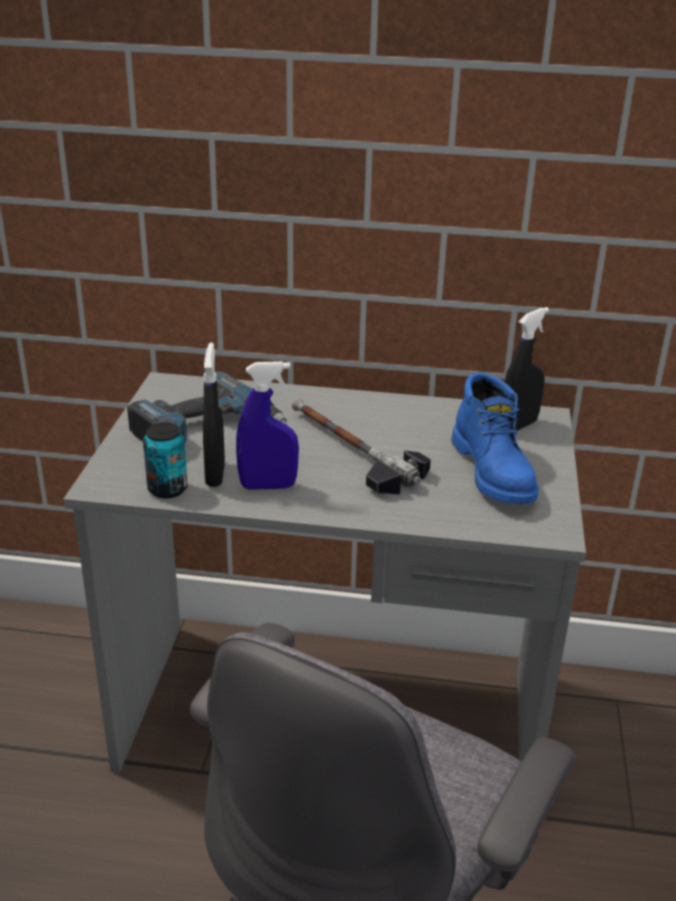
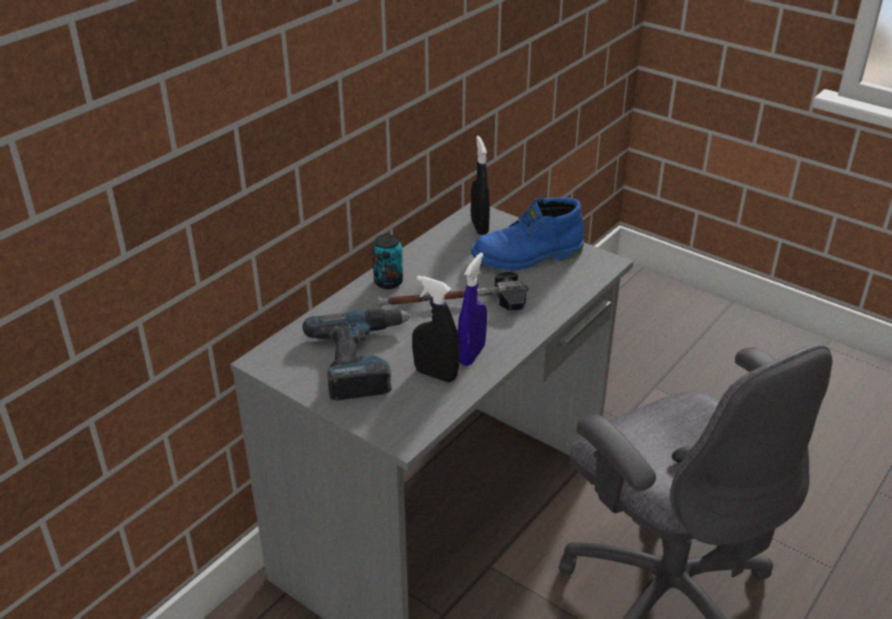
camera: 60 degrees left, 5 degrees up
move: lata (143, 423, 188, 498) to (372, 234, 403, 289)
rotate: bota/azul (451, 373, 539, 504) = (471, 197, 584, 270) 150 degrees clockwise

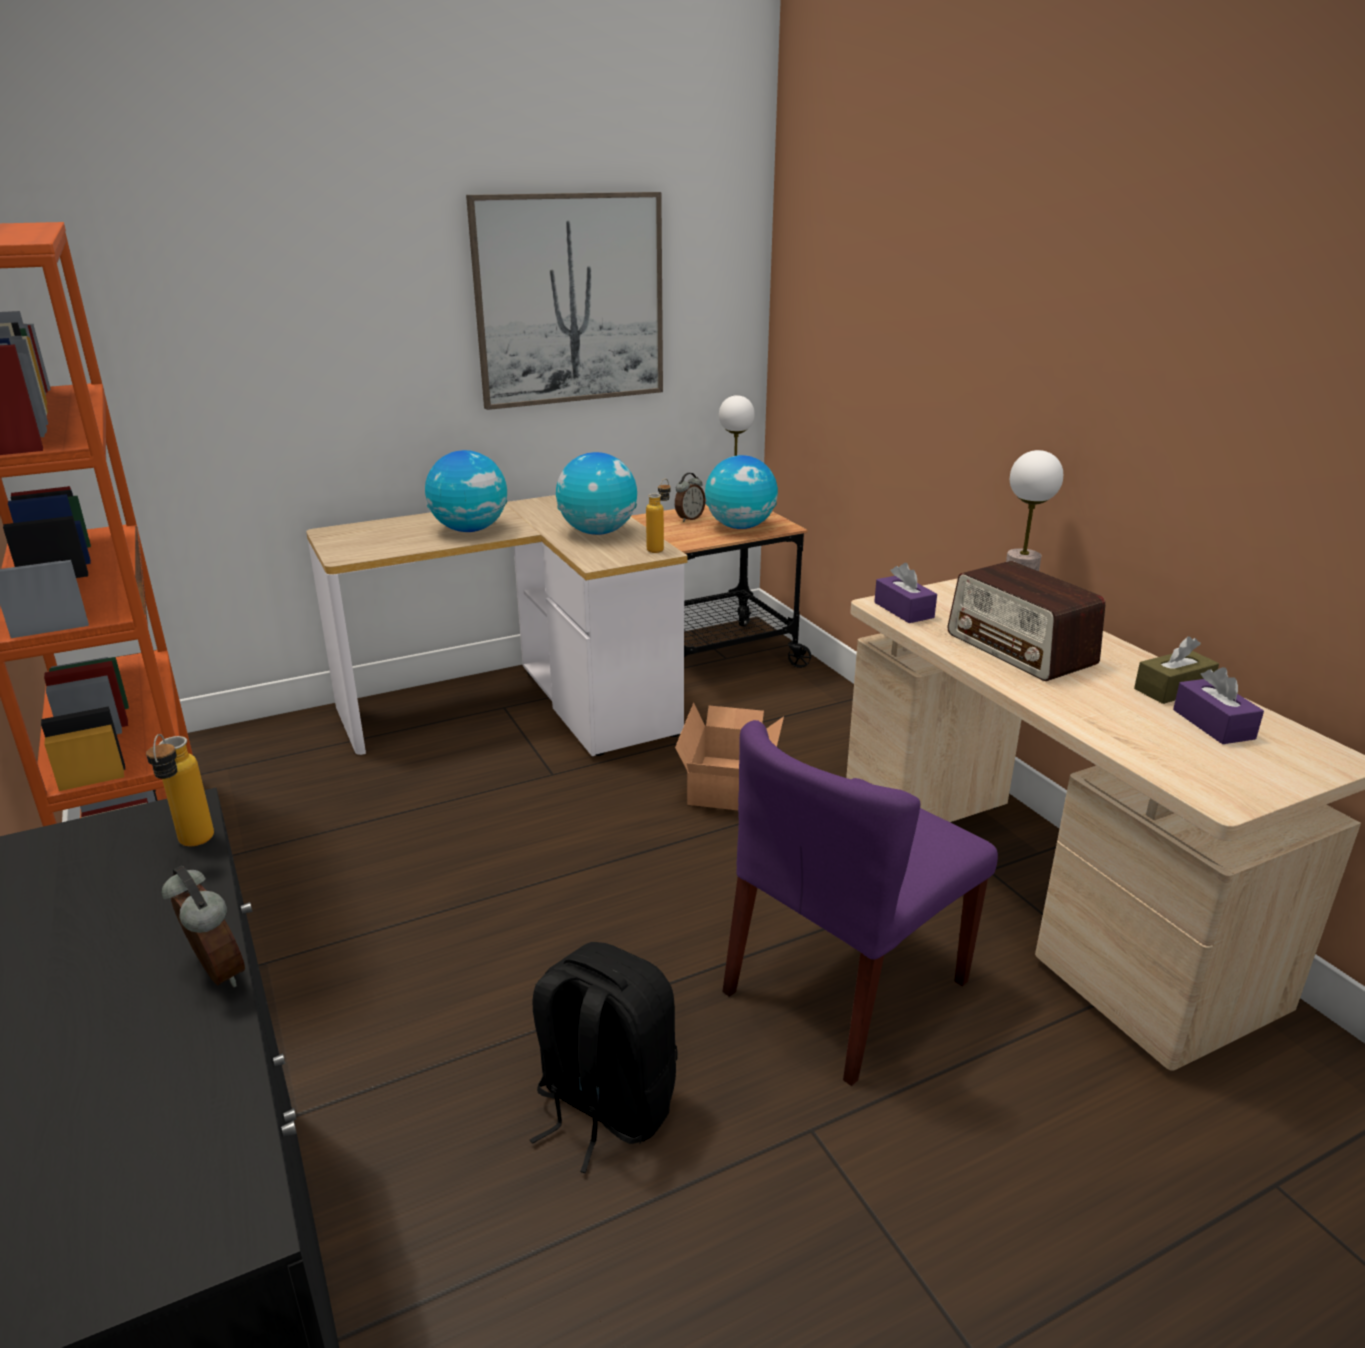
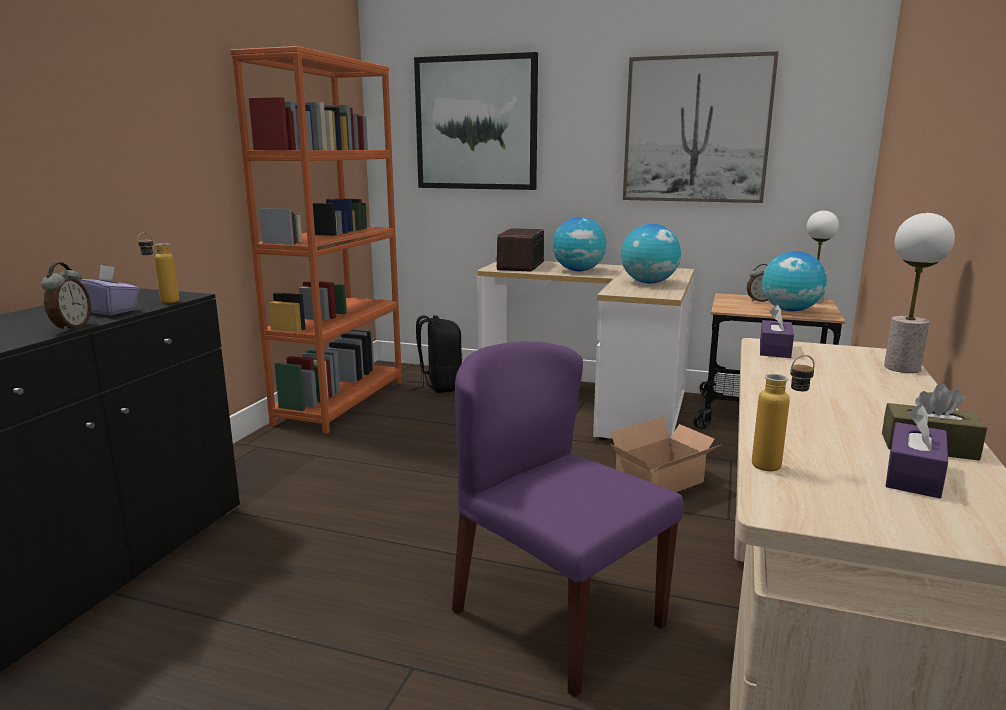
camera: 45 degrees right, 10 degrees down
insert: caja de pañuelos/morado (80, 265, 140, 315); cuadro (414, 52, 538, 190)
move: mochila/negro (530, 942, 678, 1173) to (409, 315, 462, 393); radio (947, 561, 1105, 681) to (496, 228, 544, 272); botella (646, 479, 671, 553) to (752, 355, 815, 471)
rotate: silla/morado (722, 720, 998, 1086) = (452, 341, 683, 698) 45 degrees clockwise

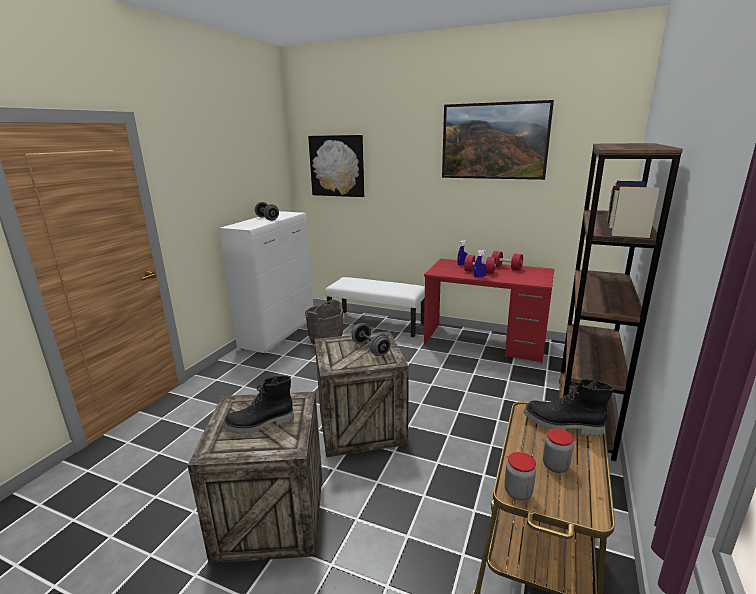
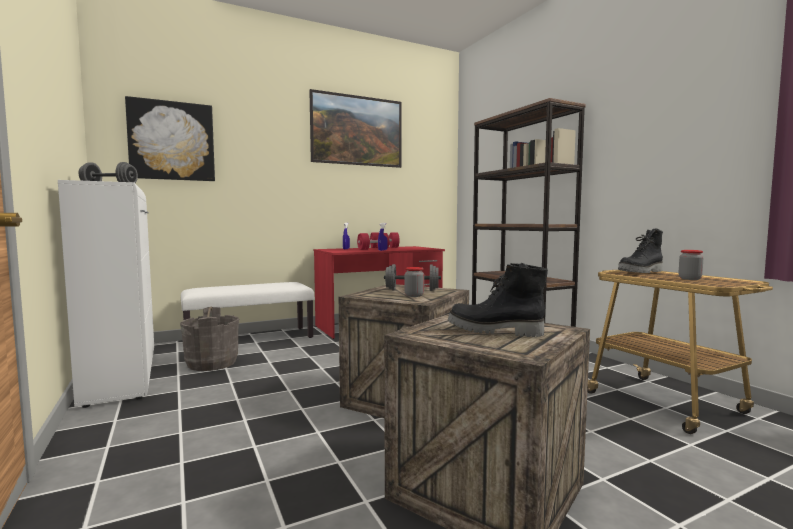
camera: 50 degrees left, 15 degrees down
move: tarro (504, 452, 536, 500) to (405, 267, 424, 297)
rotate: bota/negro (224, 376, 294, 434) = (448, 263, 548, 337) 90 degrees clockwise

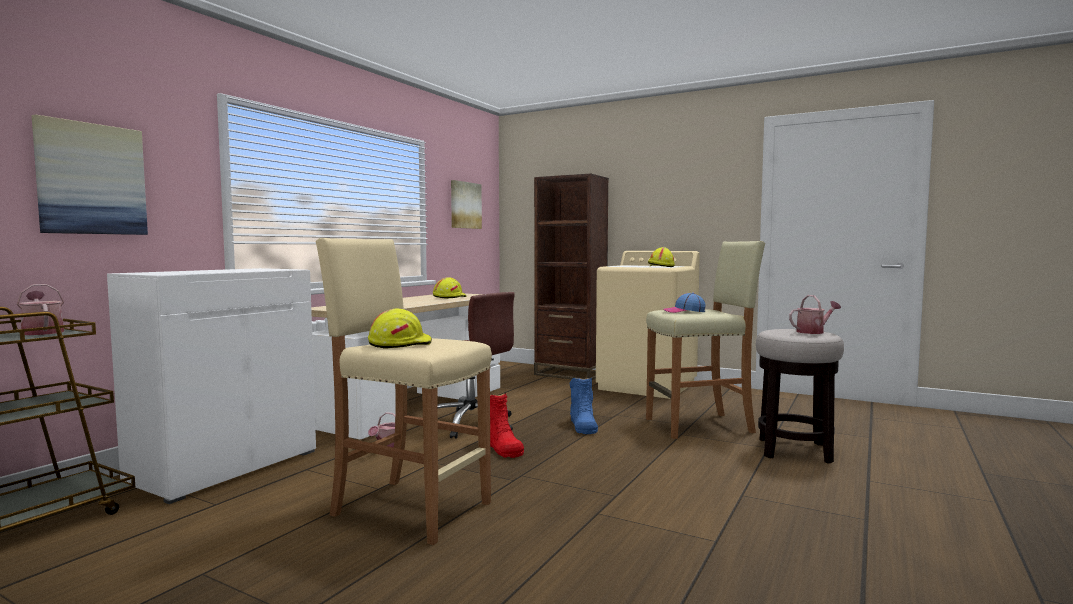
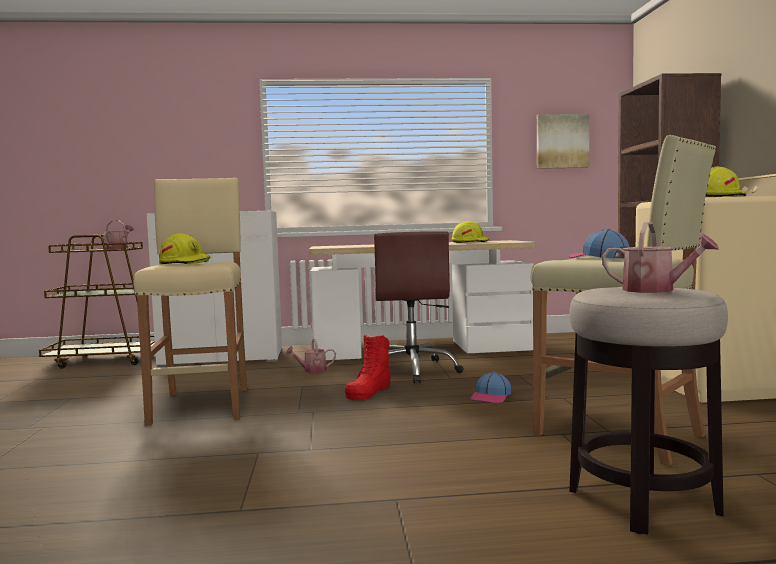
camera: 55 degrees right, 0 degrees up
delete: cuadro (31, 114, 148, 235)
replace: bota/azul (570, 378, 598, 434) to gorra (470, 372, 511, 403)

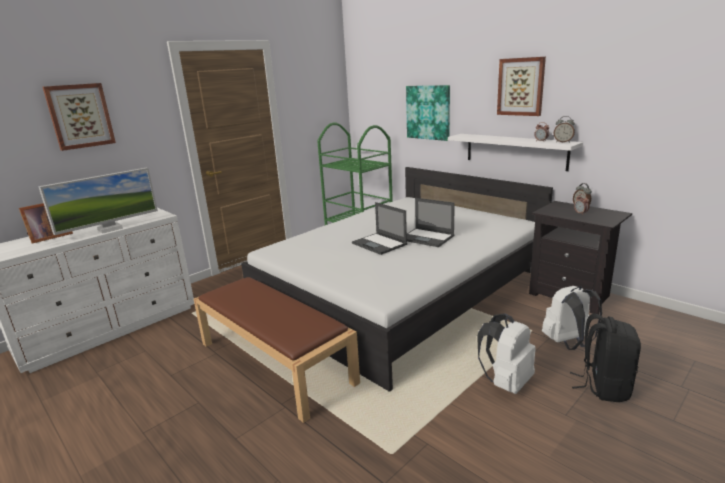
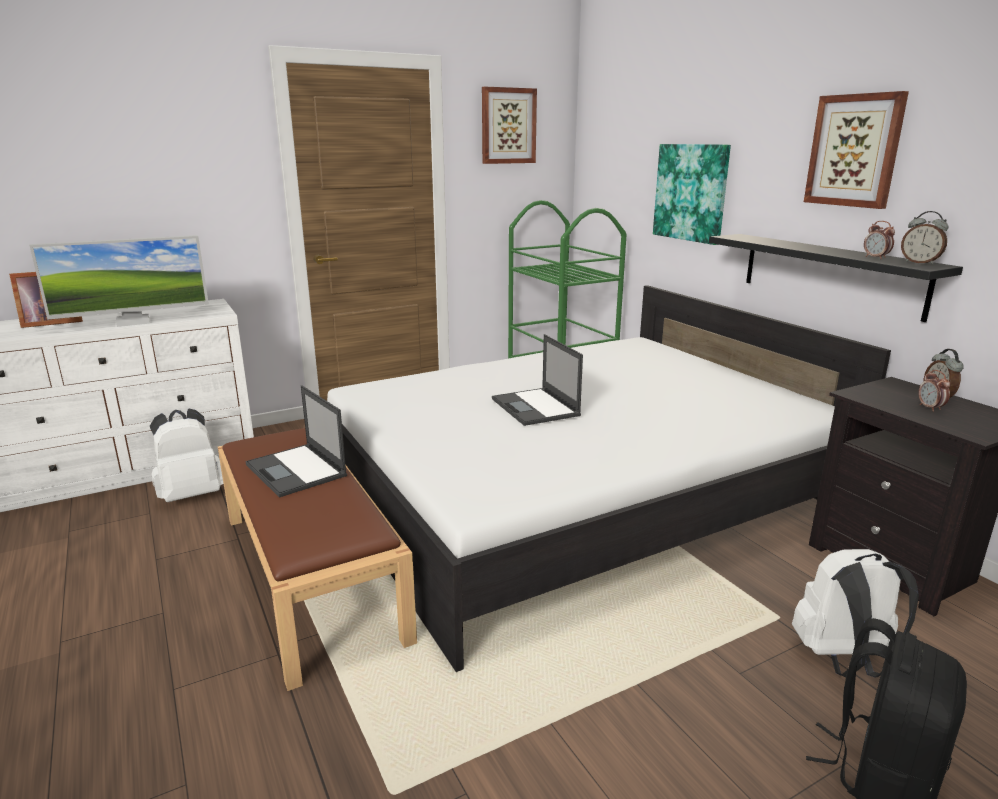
camera: 15 degrees right, 0 degrees up
move: mochila/blanco (477, 313, 536, 394) to (150, 408, 223, 502); portátil (407, 198, 455, 247) to (245, 385, 347, 498); cuadro (43, 83, 116, 151) to (482, 87, 537, 164)
recolor: estante/blanco (448, 134, 583, 171) to estante/negro (709, 234, 963, 322)

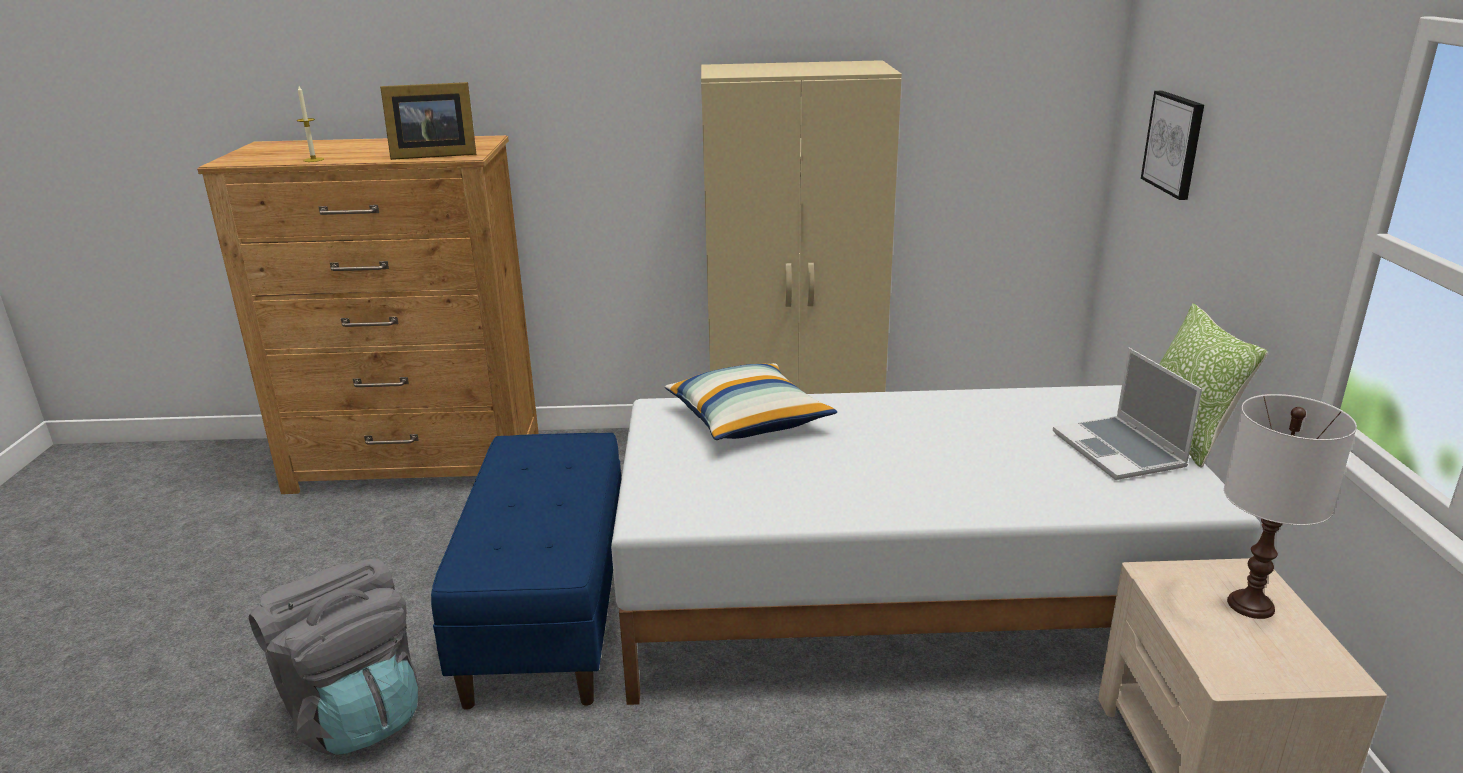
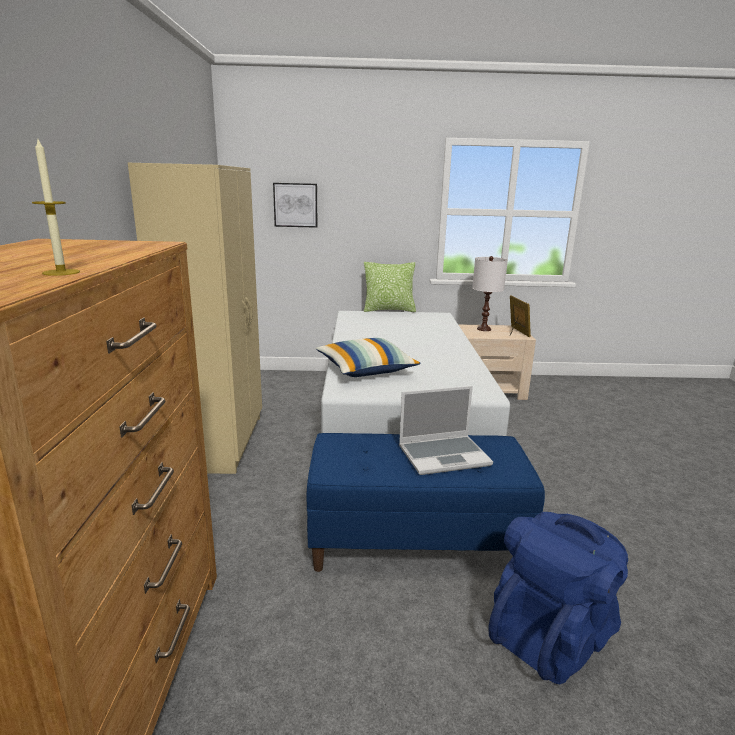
camera: 90 degrees left, 5 degrees down
move: portátil (1053, 348, 1202, 480) to (399, 386, 493, 475); portarretratos (380, 82, 477, 160) to (510, 296, 531, 337)
recolor: mochila/gris (249, 559, 418, 755) to mochila/azul (488, 512, 628, 684)

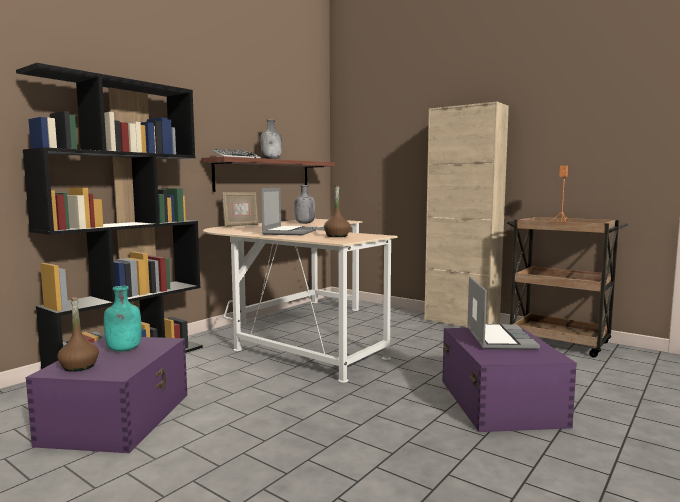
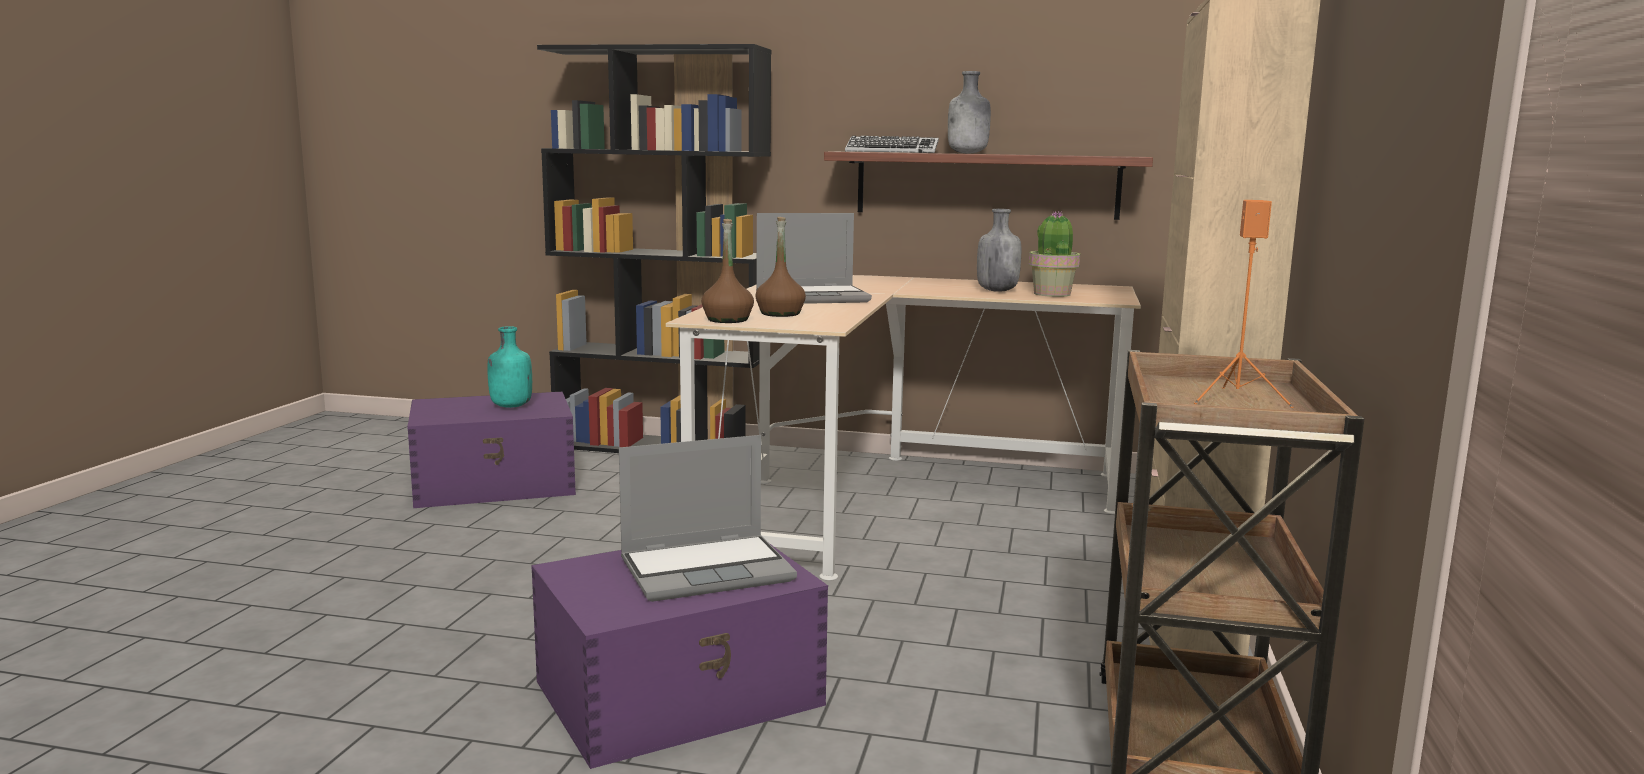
camera: 65 degrees right, 5 degrees up
delete: portarretratos (222, 192, 258, 227)
insert: planta en maceta (1029, 211, 1080, 297)
move: botella/marrón (57, 298, 99, 372) to (701, 219, 754, 323)

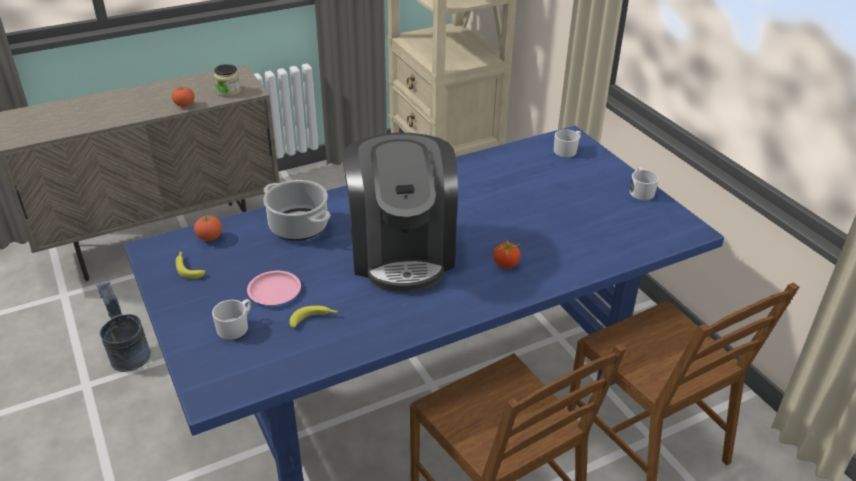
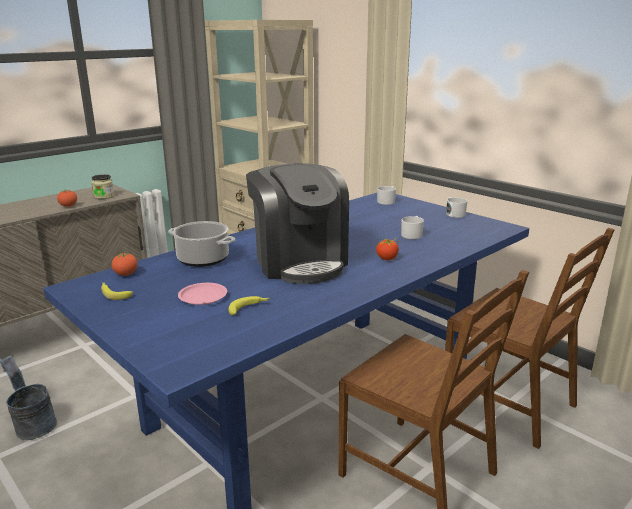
camera: 15 degrees left, 15 degrees down
move: taza grande/blanco (212, 299, 251, 340) to (401, 216, 424, 239)

